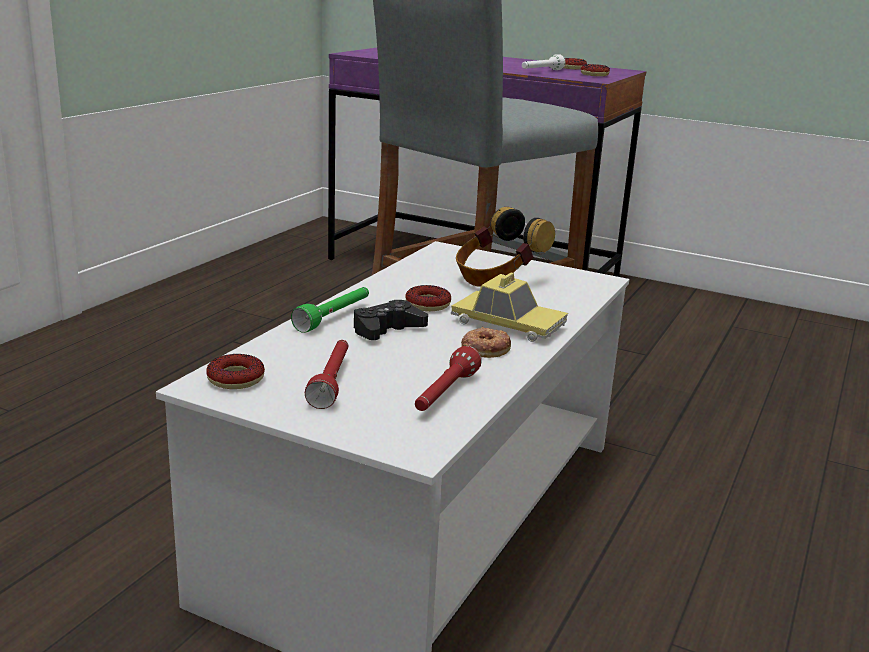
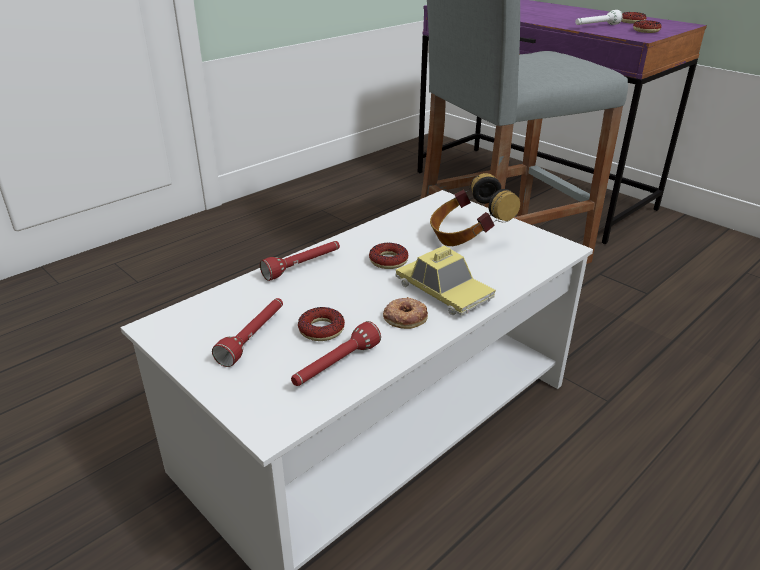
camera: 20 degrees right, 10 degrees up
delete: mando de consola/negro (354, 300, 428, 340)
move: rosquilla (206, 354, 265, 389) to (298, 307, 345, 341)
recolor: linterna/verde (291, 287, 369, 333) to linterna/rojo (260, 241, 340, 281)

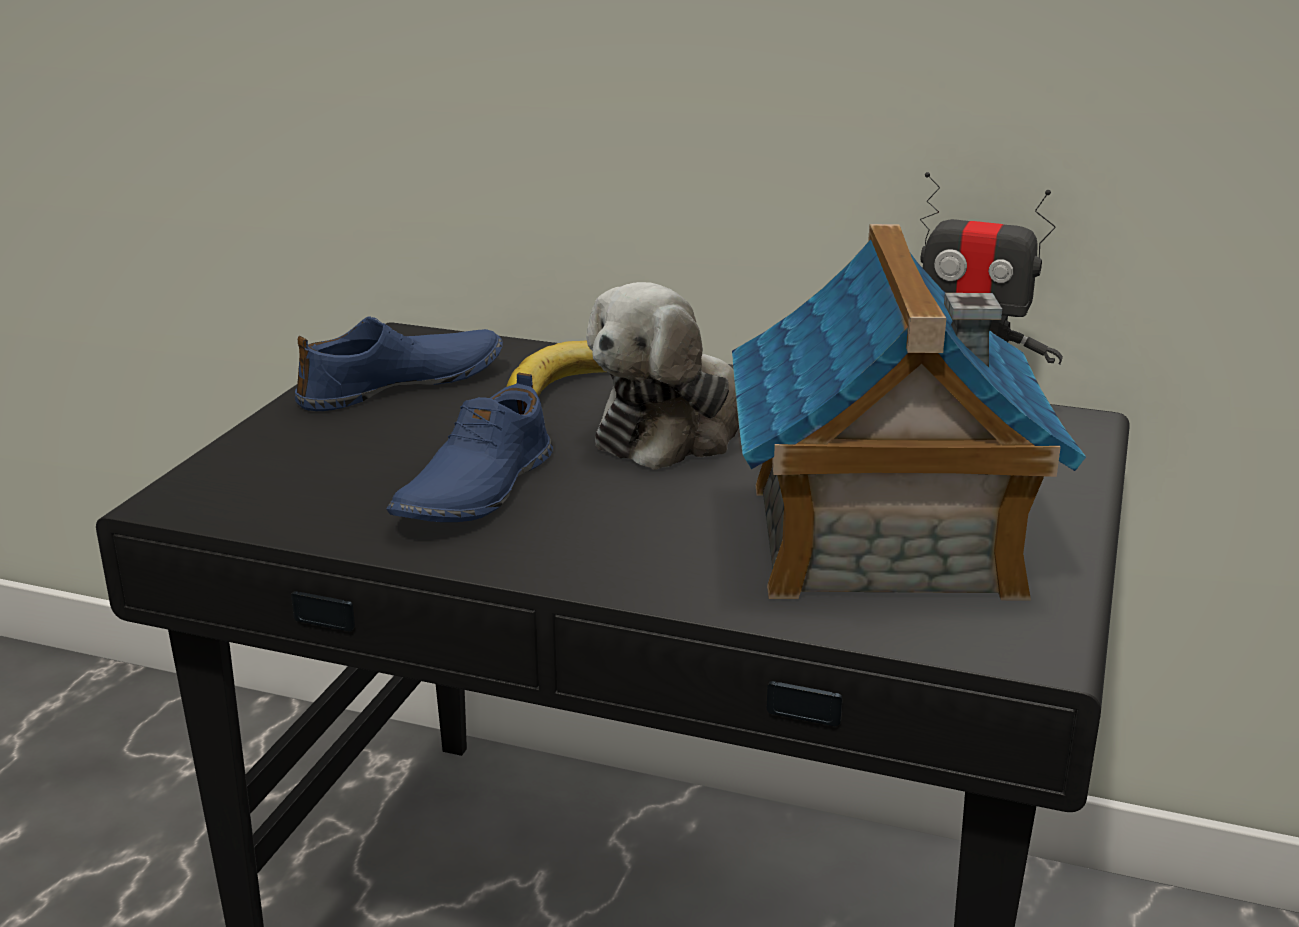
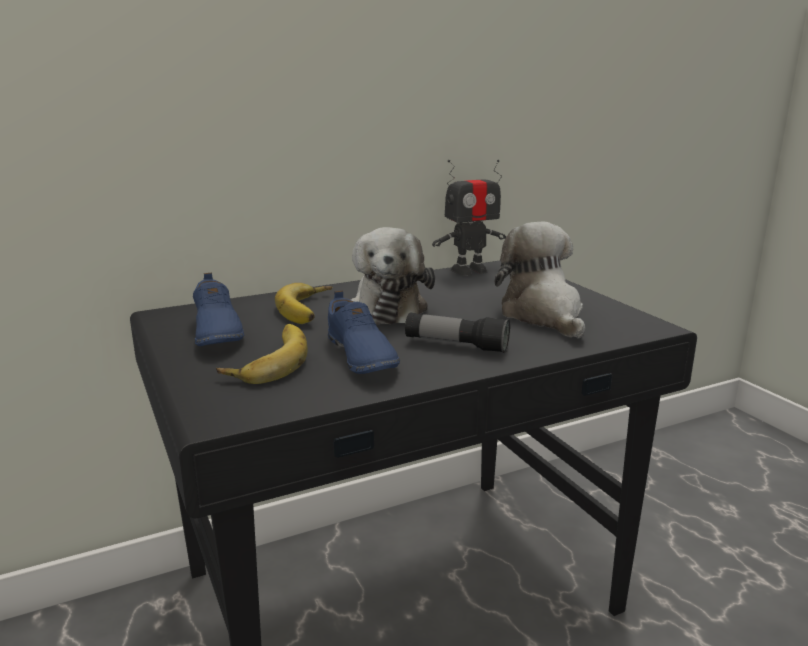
camera: 45 degrees left, 5 degrees down
insert: plátano (216, 324, 308, 384); linterna (405, 312, 510, 353)
replace: casita (732, 224, 1086, 601) to peluche (495, 222, 585, 339)
rotate: zapato/azul (295, 316, 503, 411) = (193, 272, 244, 346) 150 degrees clockwise

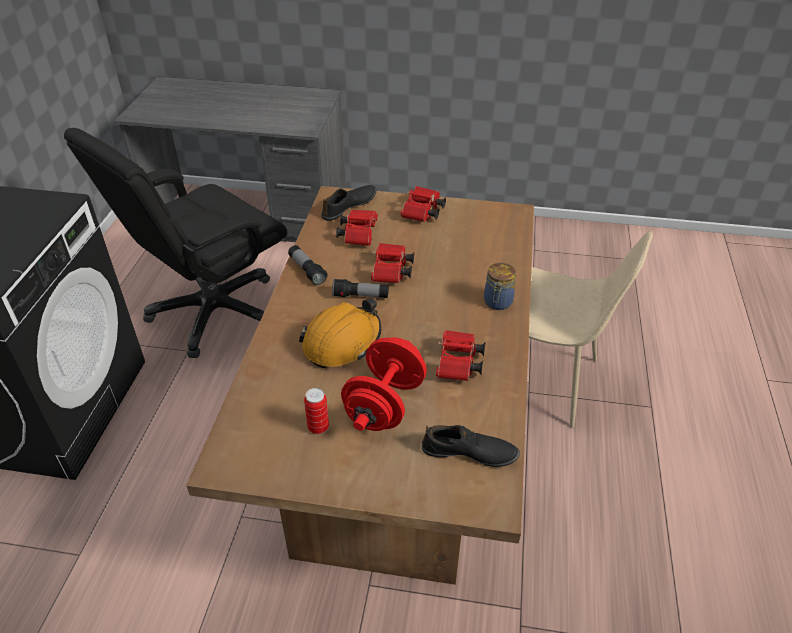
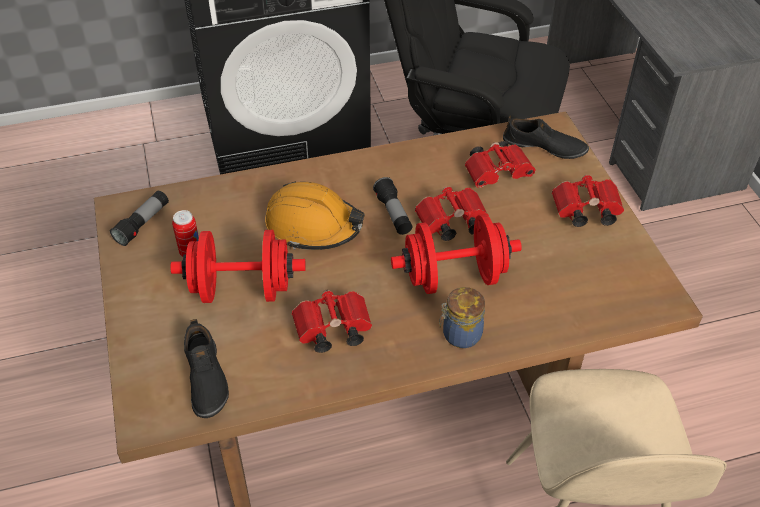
camera: 65 degrees right, 5 degrees up
insert: mancuerna/rojo (391, 214, 522, 294)
move: linterna (288, 245, 327, 285) to (110, 191, 169, 246)

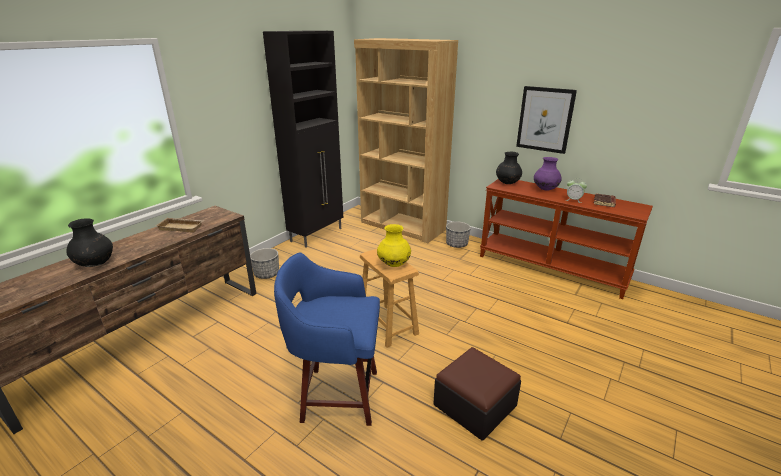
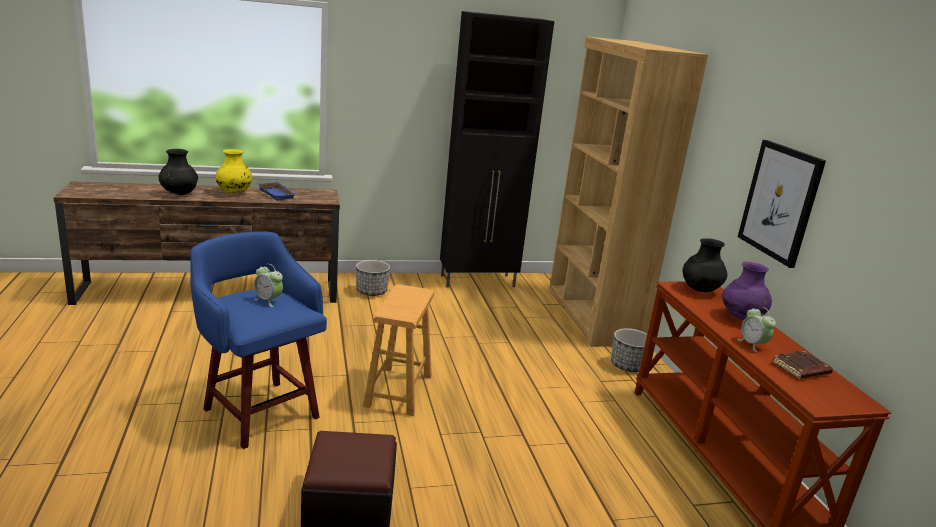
camera: 40 degrees right, 5 degrees down
insert: despertador (254, 264, 283, 307)
move: florero/amarillo (377, 224, 411, 267) to (215, 149, 252, 194)
recolor: bandeja/beis (156, 218, 204, 232) to bandeja/azul (257, 182, 296, 201)

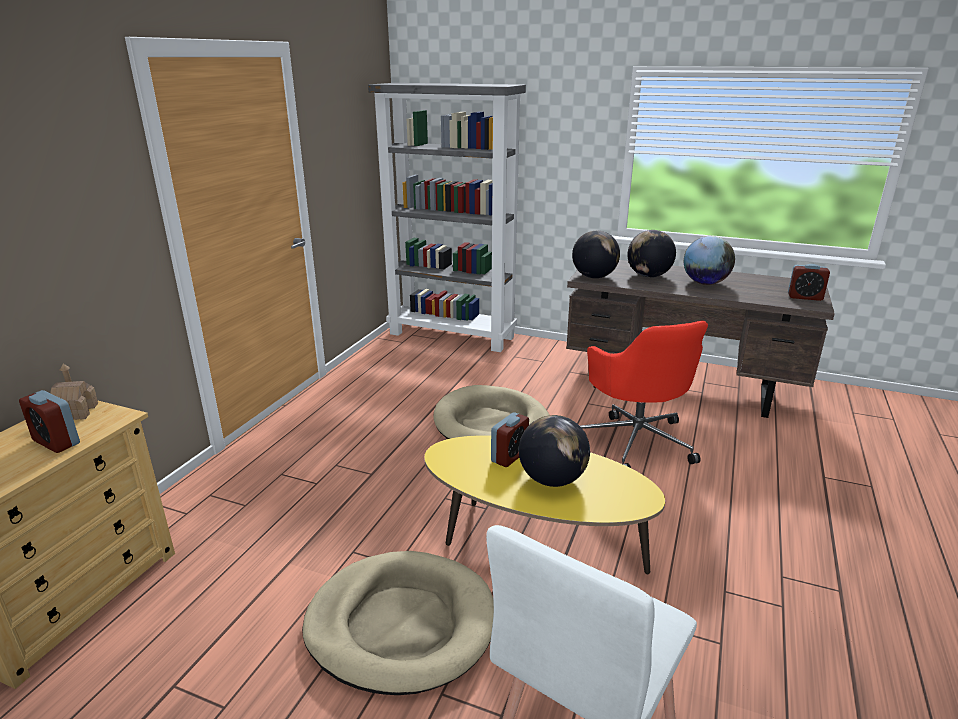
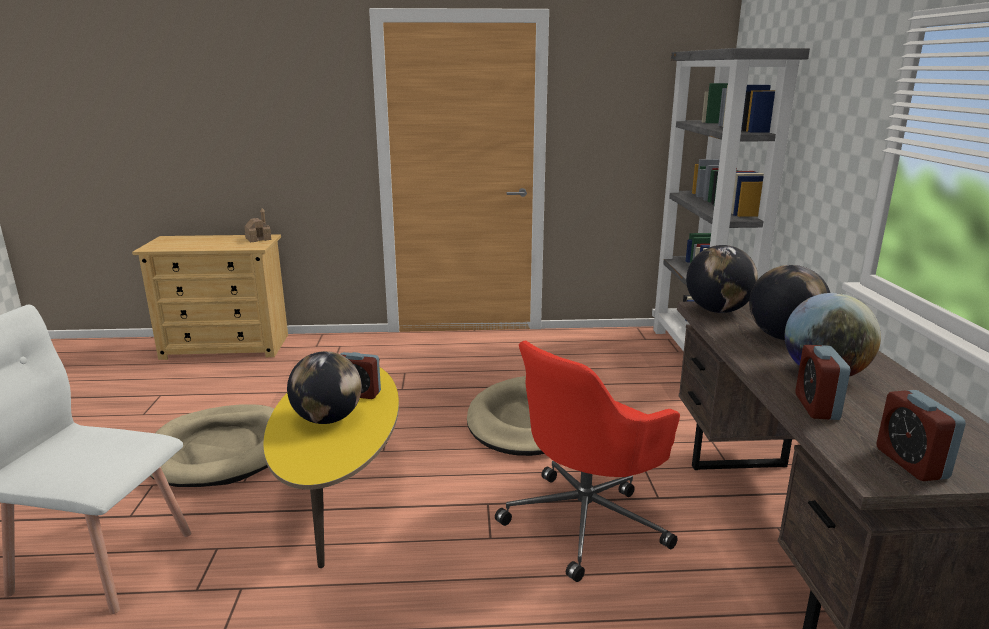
camera: 65 degrees right, 5 degrees down
move: despertador (19, 390, 80, 453) to (795, 345, 850, 420)

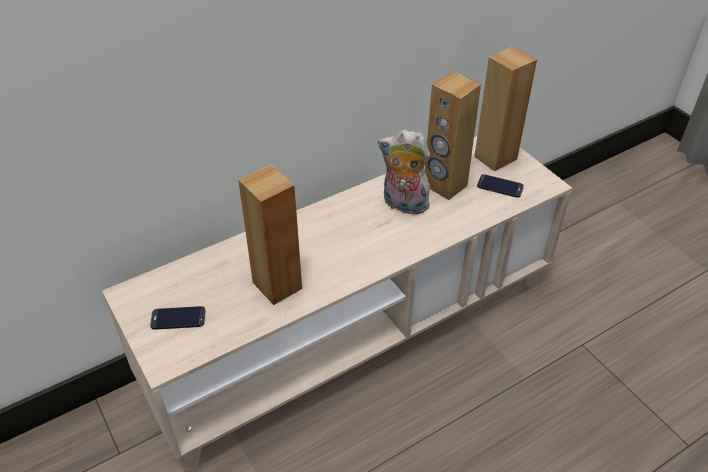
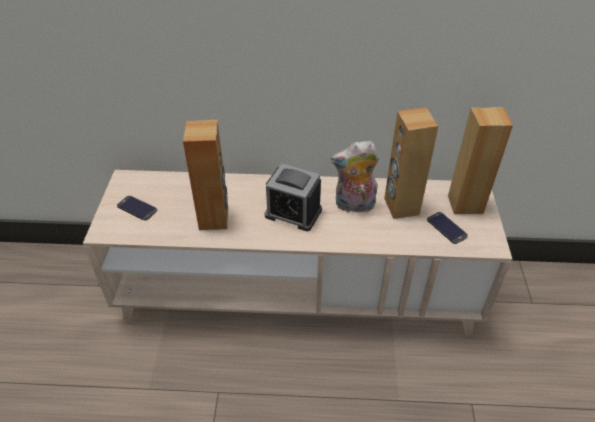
camera: 35 degrees right, 0 degrees up
insert: despertador (265, 164, 322, 231)
rotate: peluche (378, 130, 430, 215) = (331, 141, 379, 212) 60 degrees counterclockwise

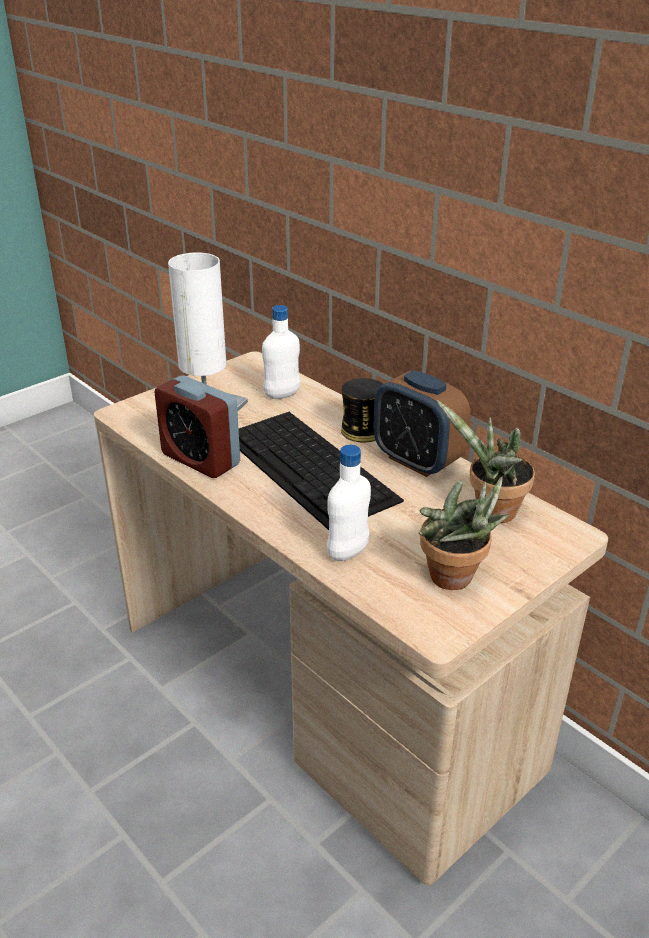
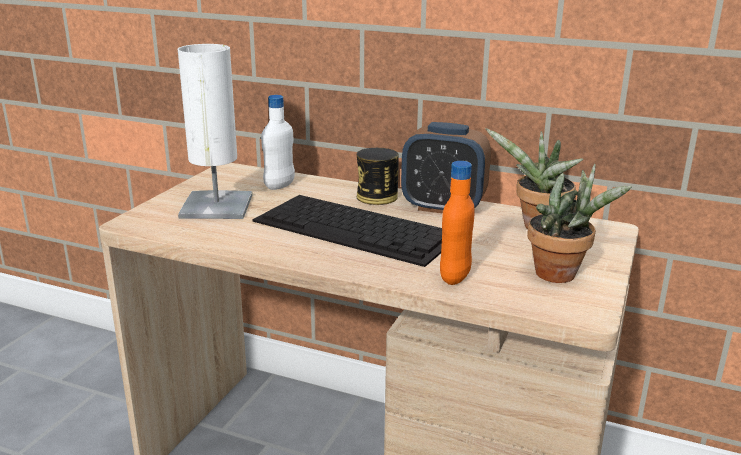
camera: 25 degrees left, 10 degrees down
delete: despertador (154, 375, 240, 478)
recolor: botella/blanco (327, 445, 371, 561) to botella/naranja (440, 161, 475, 285)

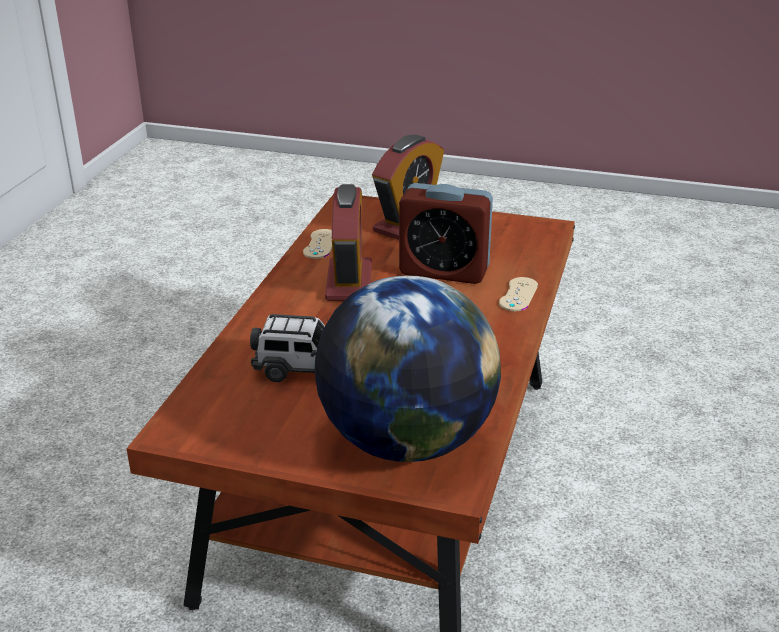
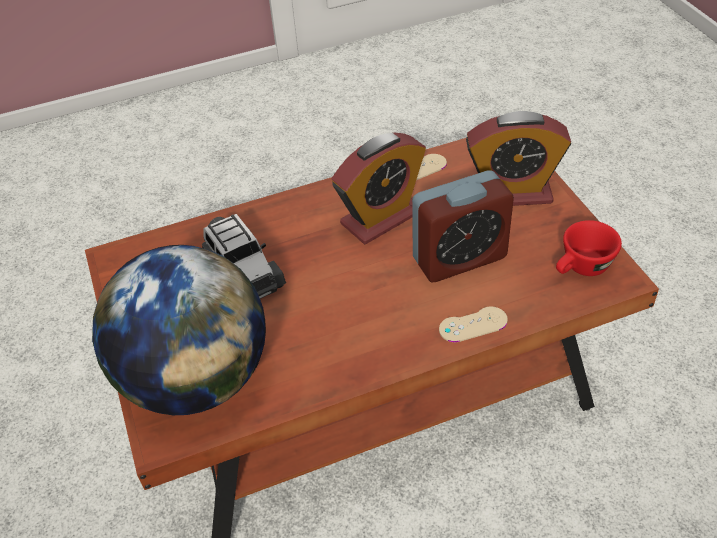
camera: 55 degrees right, 15 degrees up
insert: taza/rojo (556, 220, 622, 276)
rotate: despertador (399, 183, 493, 284) = (412, 170, 514, 282) 90 degrees counterclockwise

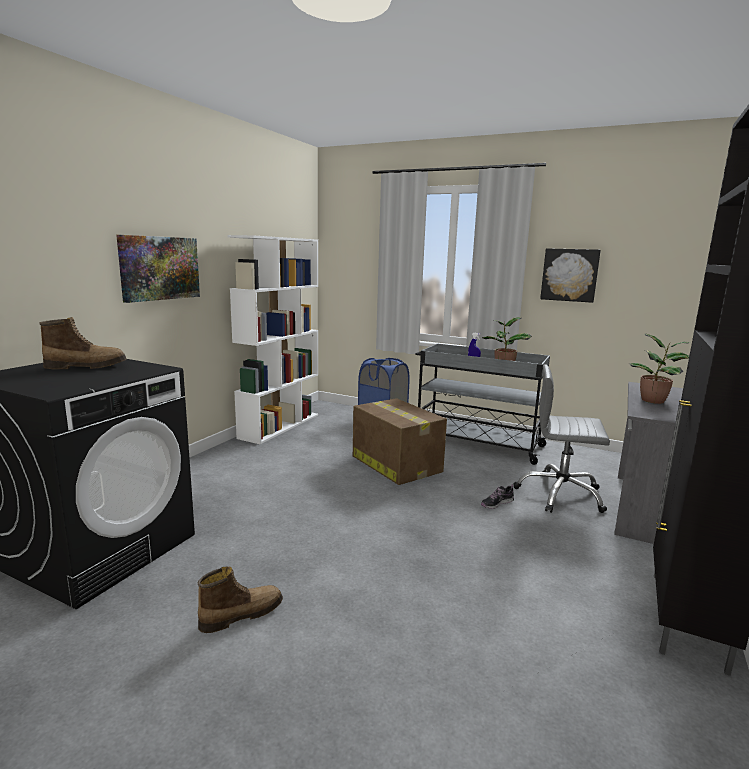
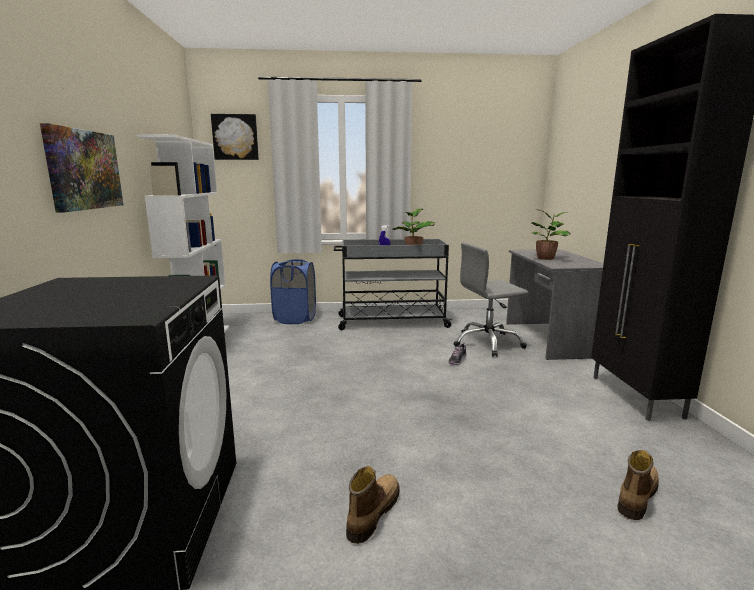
camera: 30 degrees left, 0 degrees up
delete: caja de cartón (353, 398, 447, 485)
move: cuadro (540, 248, 601, 303) to (211, 114, 259, 160); bota (39, 317, 126, 369) to (618, 450, 659, 520)

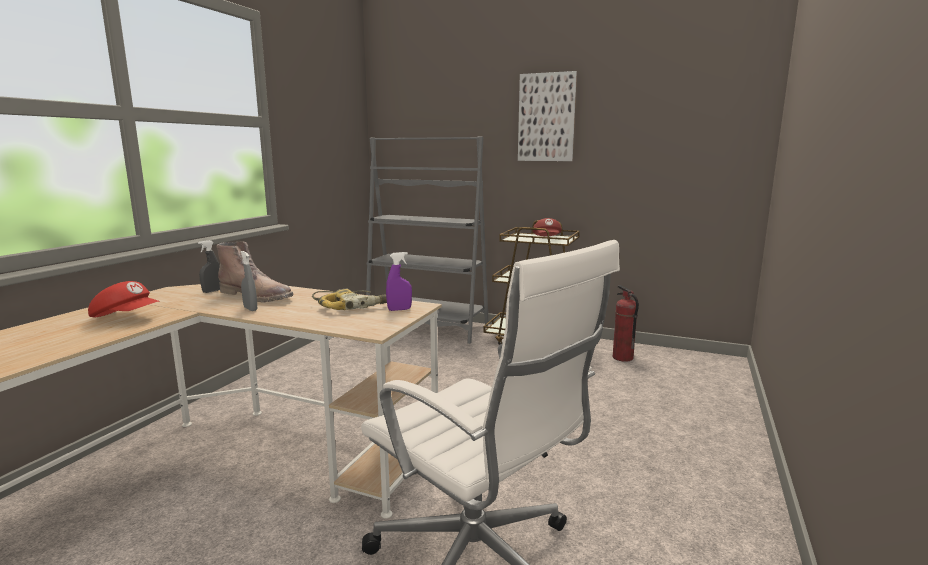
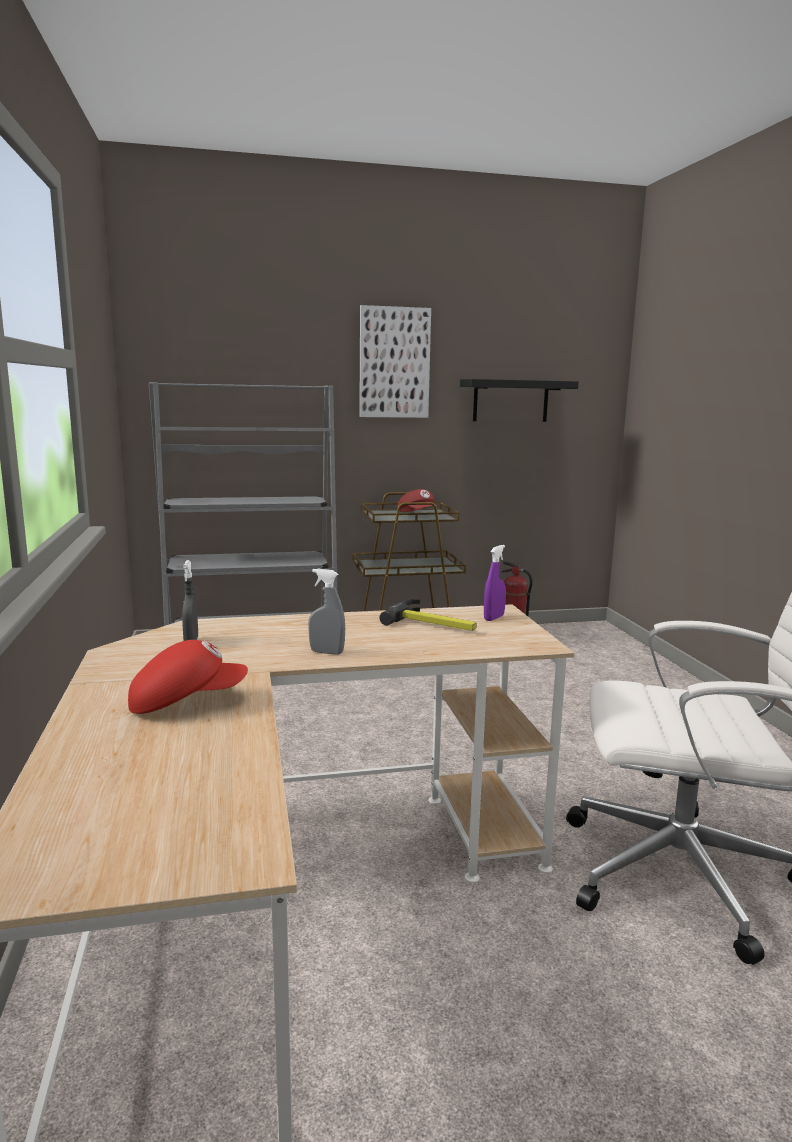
camera: 35 degrees left, 0 degrees up
delete: bota/marrón (216, 241, 293, 302)
insert: estante/negro (460, 379, 579, 422)
replace: taladro (312, 289, 387, 310) to martillo (379, 599, 477, 631)

